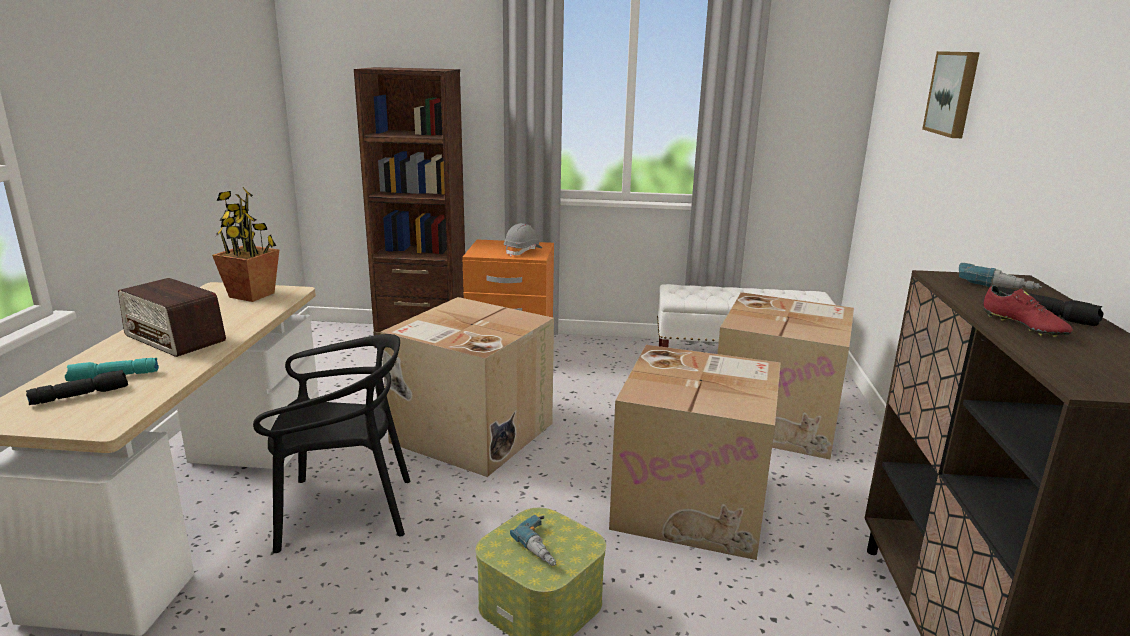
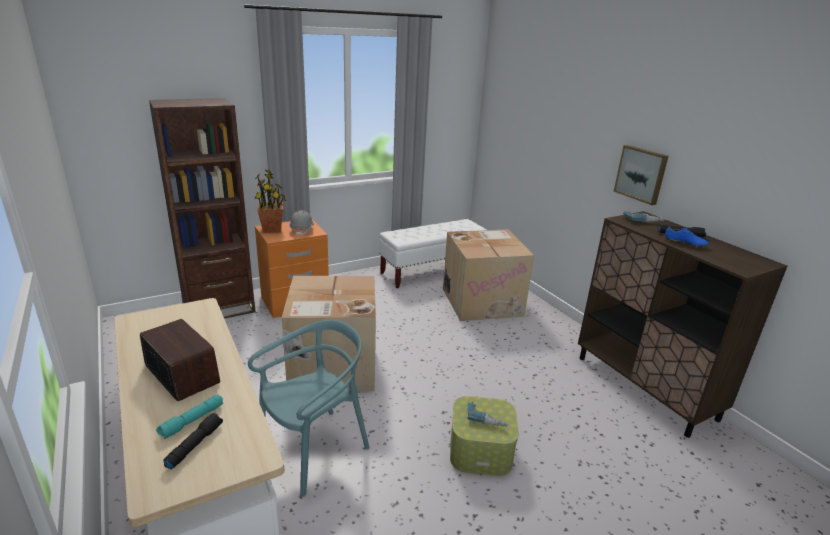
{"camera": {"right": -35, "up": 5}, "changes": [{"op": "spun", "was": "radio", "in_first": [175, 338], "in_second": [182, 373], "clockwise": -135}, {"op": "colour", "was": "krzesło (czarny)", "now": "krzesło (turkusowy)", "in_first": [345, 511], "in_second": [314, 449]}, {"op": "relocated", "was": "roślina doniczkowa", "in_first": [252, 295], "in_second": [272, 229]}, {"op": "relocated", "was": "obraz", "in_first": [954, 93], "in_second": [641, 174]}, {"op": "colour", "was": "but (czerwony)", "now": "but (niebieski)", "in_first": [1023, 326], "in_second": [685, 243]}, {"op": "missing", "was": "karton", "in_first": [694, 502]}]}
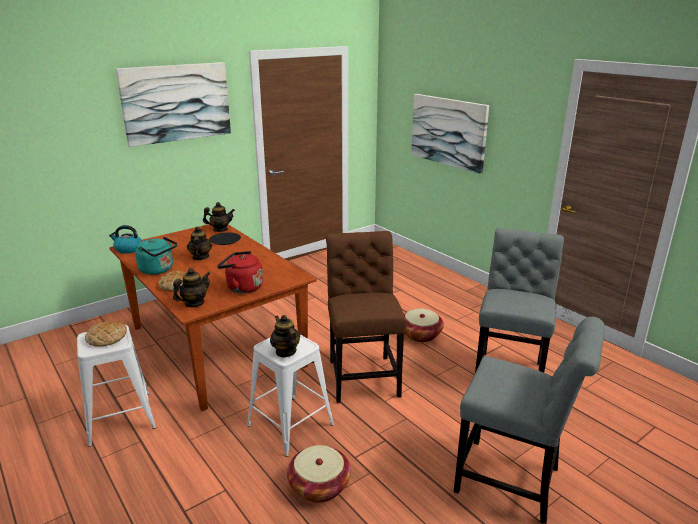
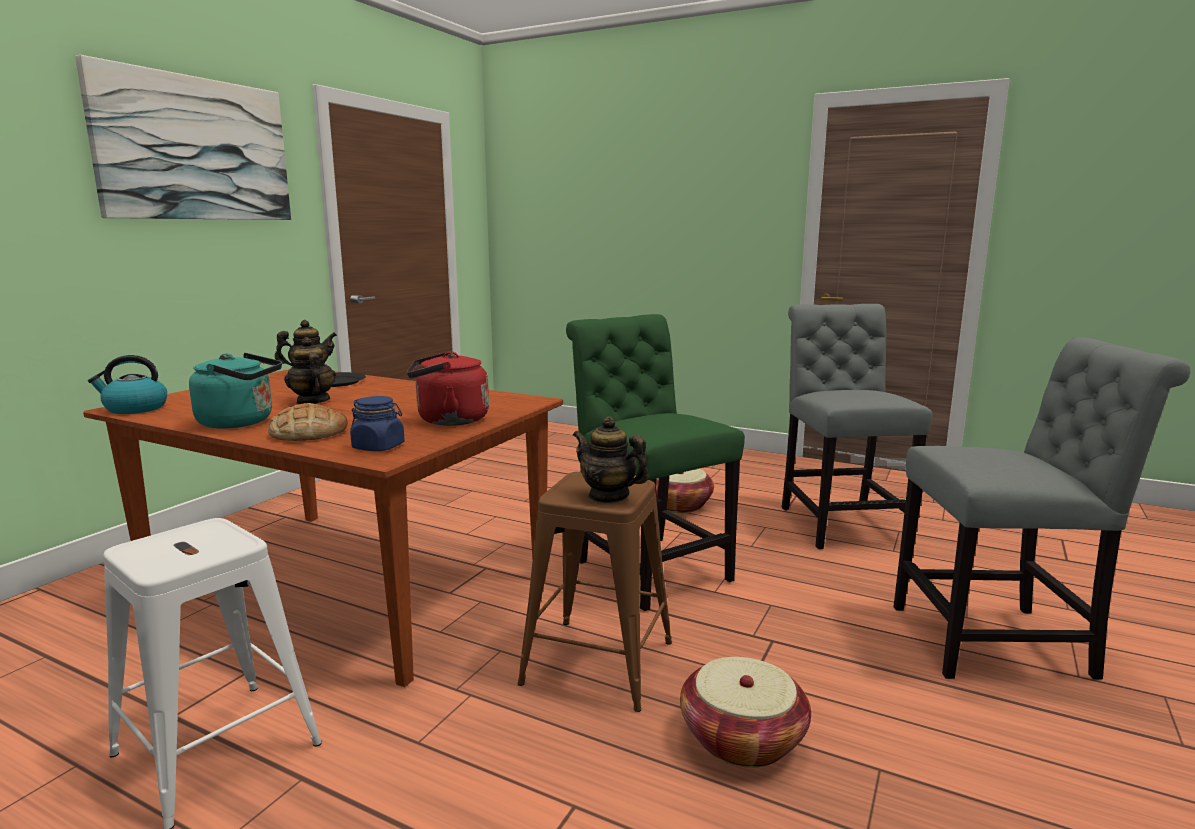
{"camera": {"right": -25, "up": -10}, "changes": [{"op": "exchanged", "was": "imbryk", "now": "słoik (niebieski)", "in_first": [194, 303], "in_second": [379, 447]}, {"op": "colour", "was": "stołek (biały)", "now": "stołek (brązowy)", "in_first": [290, 425], "in_second": [598, 662]}, {"op": "colour", "was": "krzesło (brązowy)", "now": "krzesło (zielony)", "in_first": [363, 376], "in_second": [648, 568]}, {"op": "missing", "was": "chleb", "in_first": [106, 337]}, {"op": "missing", "was": "obraz", "in_first": [448, 131]}]}
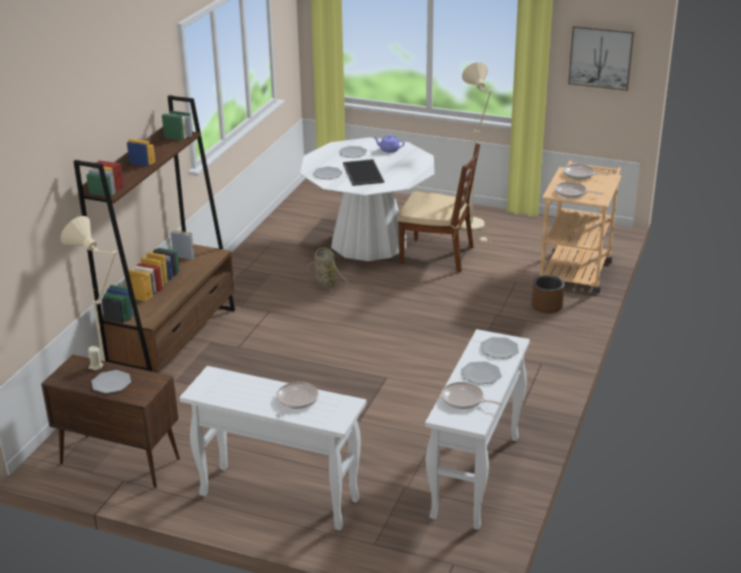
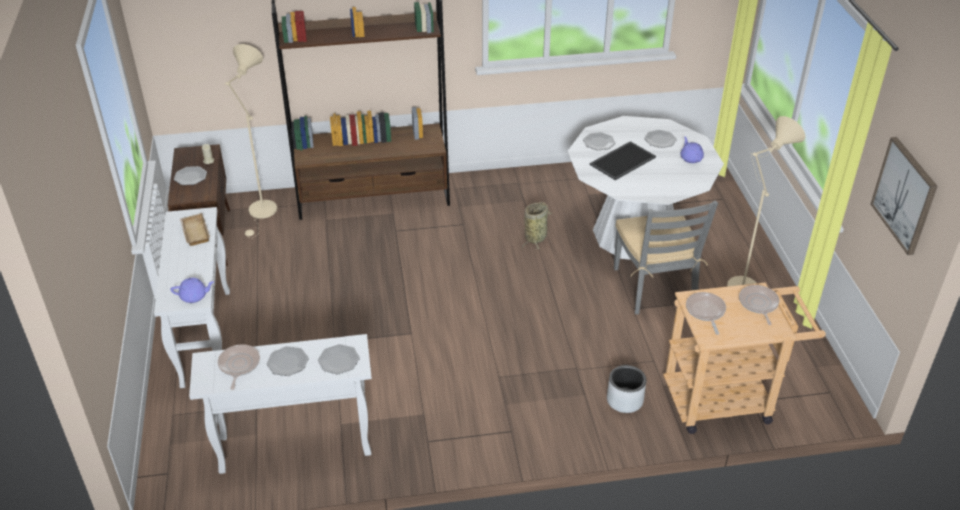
{"camera": {"right": 60, "up": 10}, "changes": [{"op": "appeared", "now": "imbryk (fioletowy)", "in_second": [194, 296]}, {"op": "appeared", "now": "taca (beżowy)", "in_second": [194, 232]}, {"op": "colour", "was": "donica (brązowy)", "now": "donica (szary)", "in_first": [547, 306], "in_second": [625, 400]}, {"op": "colour", "was": "krzesło (brązowy)", "now": "krzesło (szary)", "in_first": [438, 255], "in_second": [654, 287]}, {"op": "missing", "was": "patelnia", "in_first": [296, 400]}]}
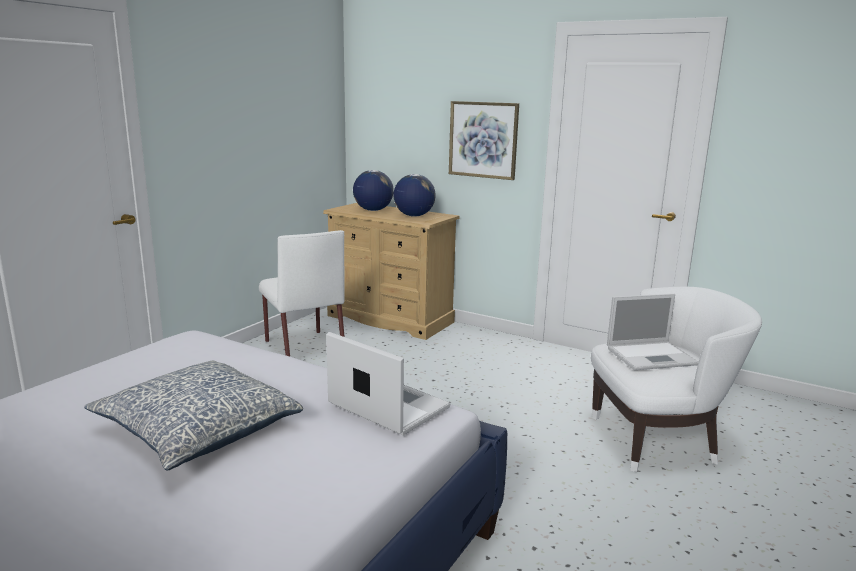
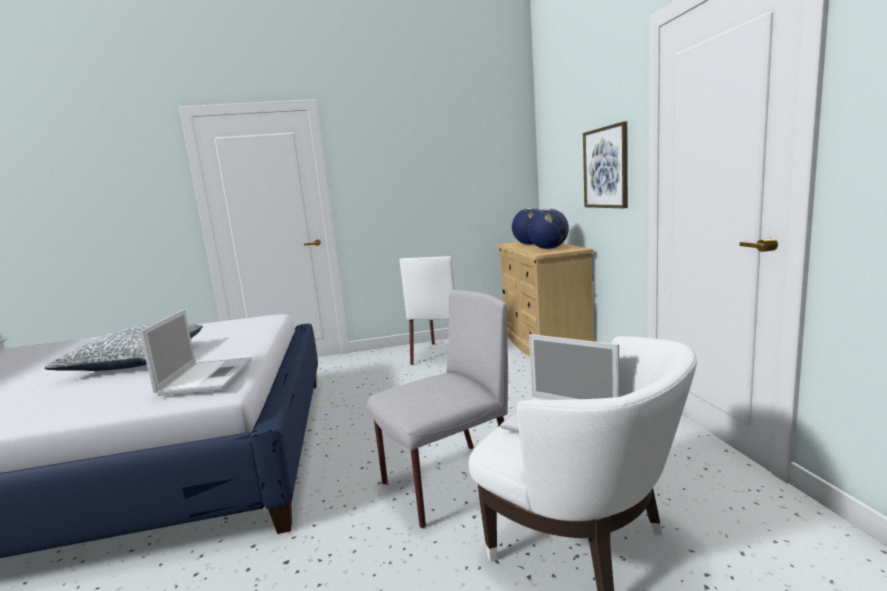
{"camera": {"right": 50, "up": -5}, "changes": [{"op": "appeared", "now": "krzesło (szary)", "in_second": [447, 484]}]}
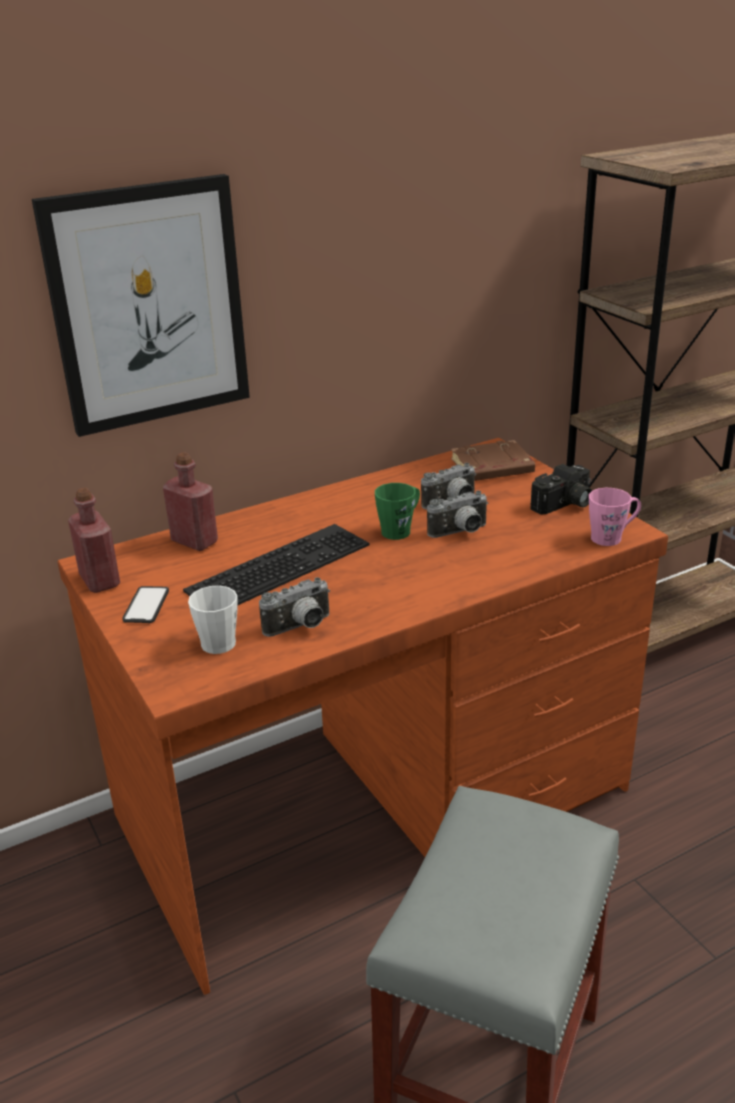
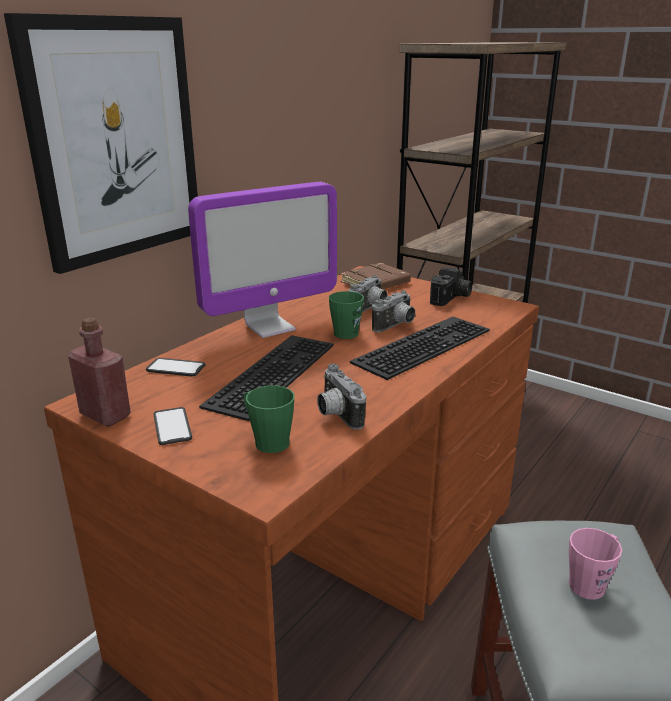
{"camera": {"right": -25, "up": -5}, "changes": [{"op": "exchanged", "was": "butelka (czerwony)", "now": "telefon", "in_first": [194, 541], "in_second": [176, 368]}, {"op": "appeared", "now": "monitor", "in_second": [269, 327]}, {"op": "colour", "was": "kubek (biały)", "now": "kubek (zielony)", "in_first": [216, 639], "in_second": [267, 440]}, {"op": "spun", "was": "aparat fotograficzny", "in_first": [300, 627], "in_second": [336, 415], "clockwise": 120}, {"op": "appeared", "now": "klawiatura", "in_second": [421, 344]}, {"op": "relocated", "was": "kubek (różowy)", "in_first": [612, 537], "in_second": [591, 583]}]}
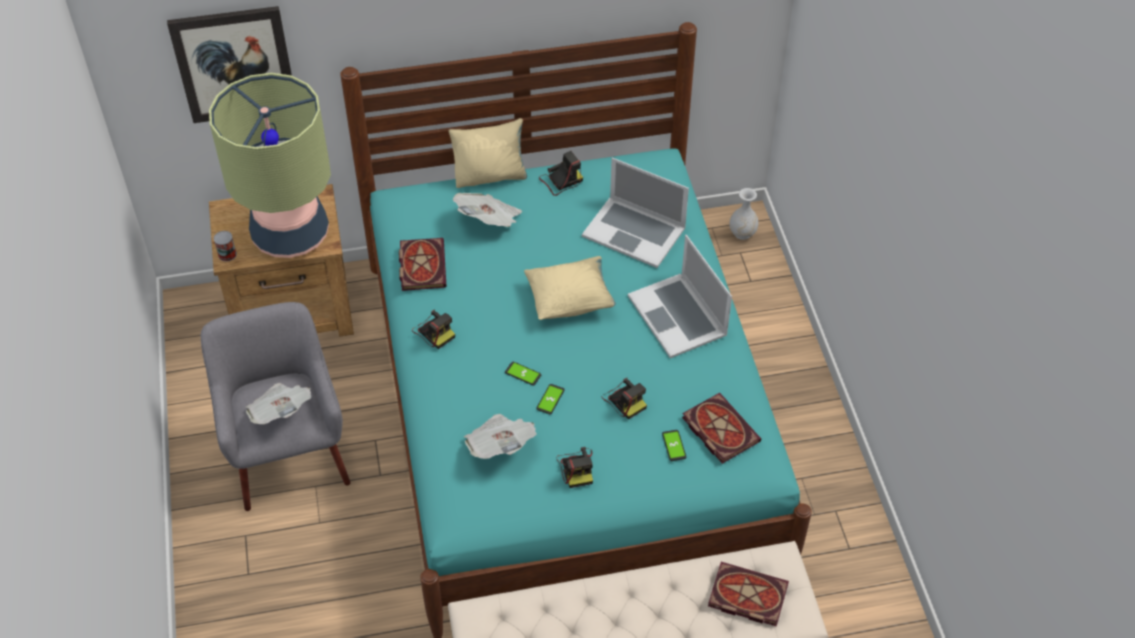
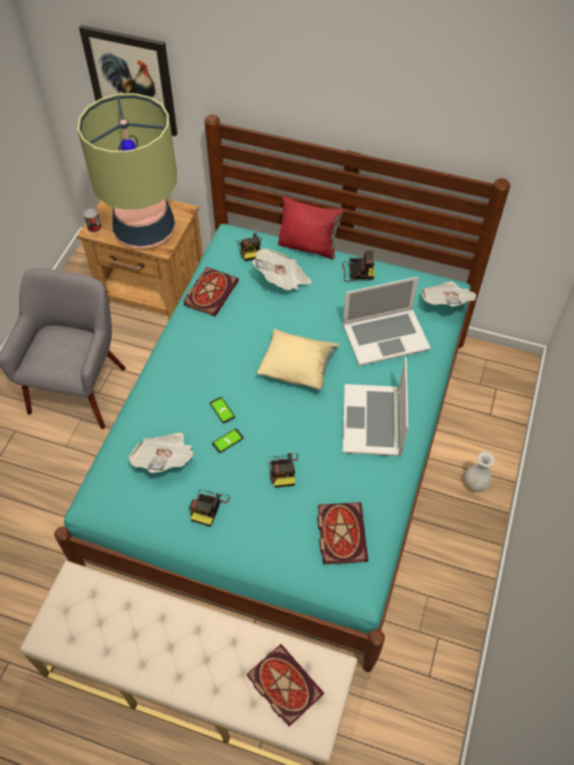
{"camera": {"right": 30, "up": 5}, "changes": [{"op": "relocated", "was": "aparat fotograficzny", "in_first": [434, 331], "in_second": [250, 249]}, {"op": "colour", "was": "poduszka (beżowy)", "now": "poduszka (czerwony)", "in_first": [490, 176], "in_second": [309, 246]}, {"op": "spun", "was": "laptop", "in_first": [634, 231], "in_second": [385, 336], "clockwise": -75}, {"op": "relocated", "was": "gazeta", "in_first": [281, 412], "in_second": [445, 303]}, {"op": "relocated", "was": "wazon (biały)", "in_first": [743, 233], "in_second": [476, 484]}, {"op": "missing", "was": "telefon", "in_first": [674, 445]}]}
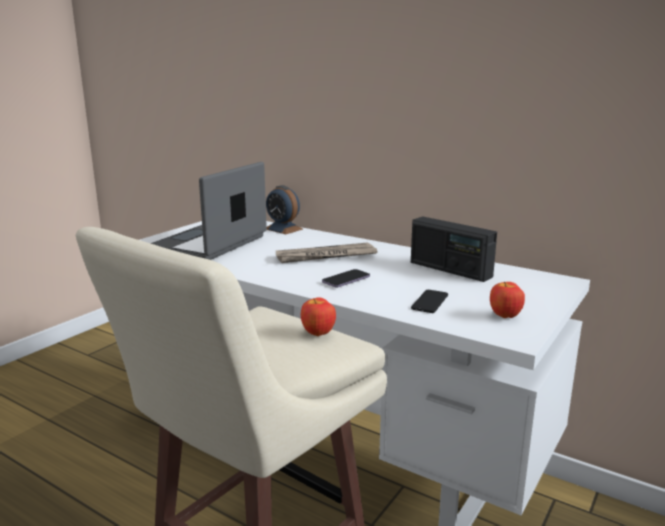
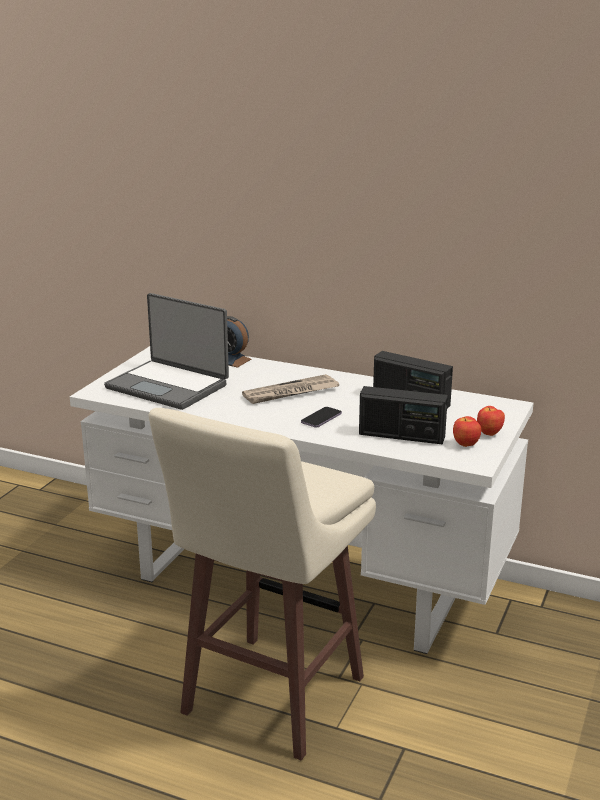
{"camera": {"right": -10, "up": 5}, "changes": [{"op": "spun", "was": "laptop", "in_first": [210, 244], "in_second": [169, 386], "clockwise": -75}, {"op": "exchanged", "was": "telefon", "now": "radio", "in_first": [430, 302], "in_second": [401, 436]}, {"op": "relocated", "was": "jabłko", "in_first": [318, 334], "in_second": [489, 434]}]}
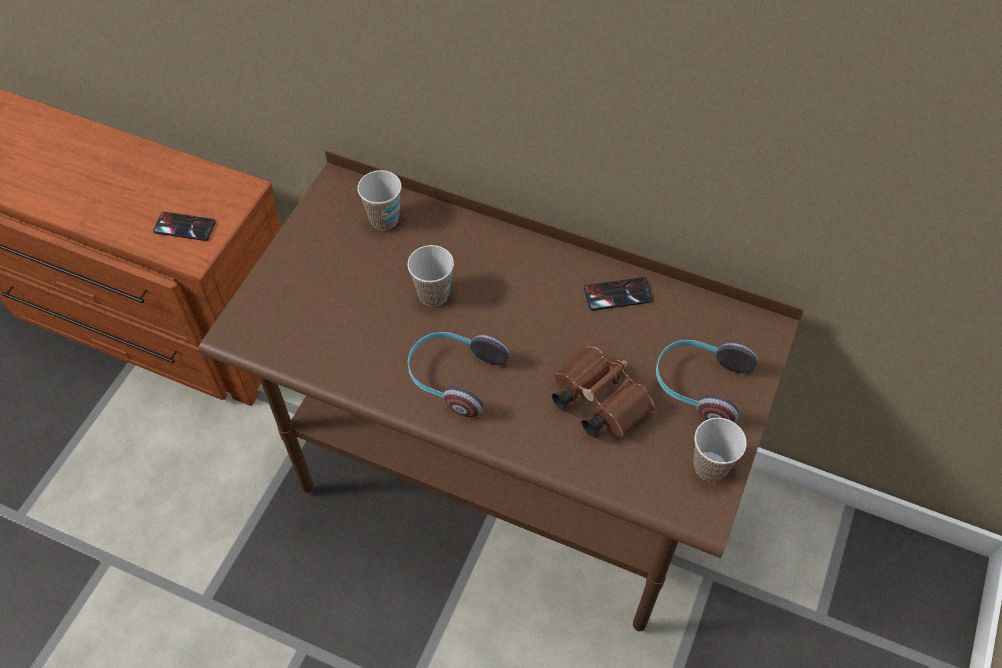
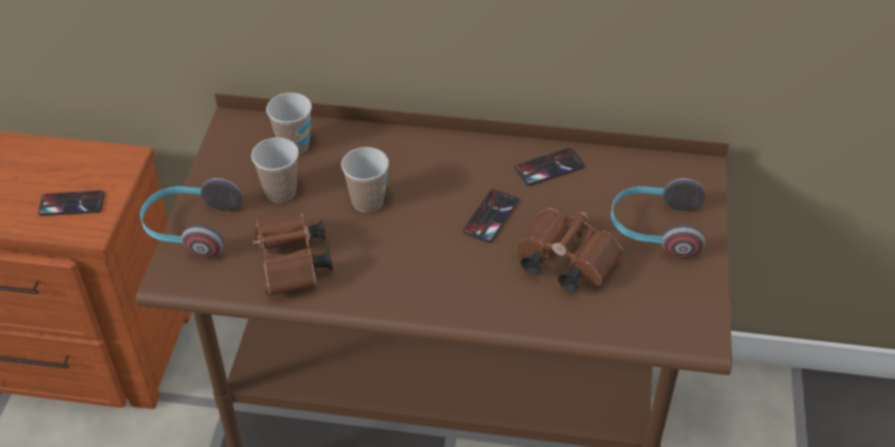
{"camera": {"right": -15, "up": -10}, "changes": [{"op": "relocated", "was": "słuchawki", "in_first": [454, 377], "in_second": [190, 229]}, {"op": "relocated", "was": "filiżanka", "in_first": [710, 466], "in_second": [280, 192]}, {"op": "appeared", "now": "lornetka (brązowy)", "in_second": [292, 265]}, {"op": "appeared", "now": "telefon", "in_second": [490, 216]}]}
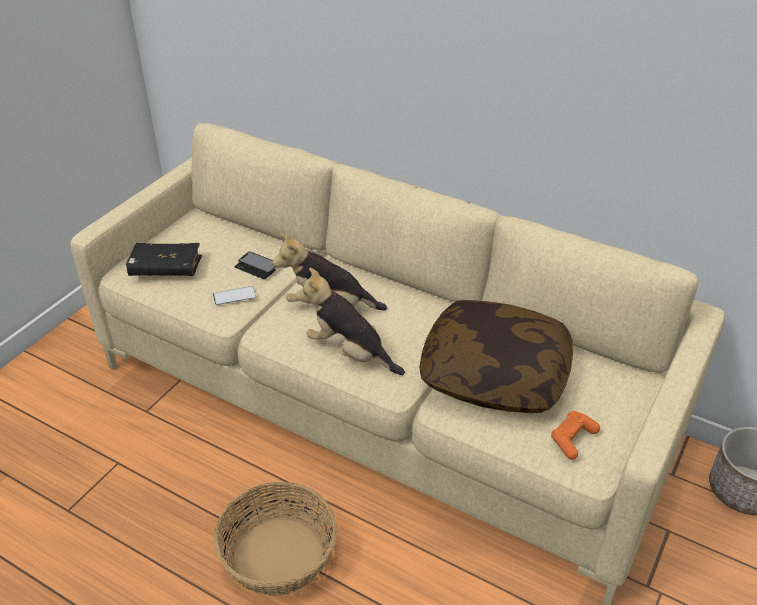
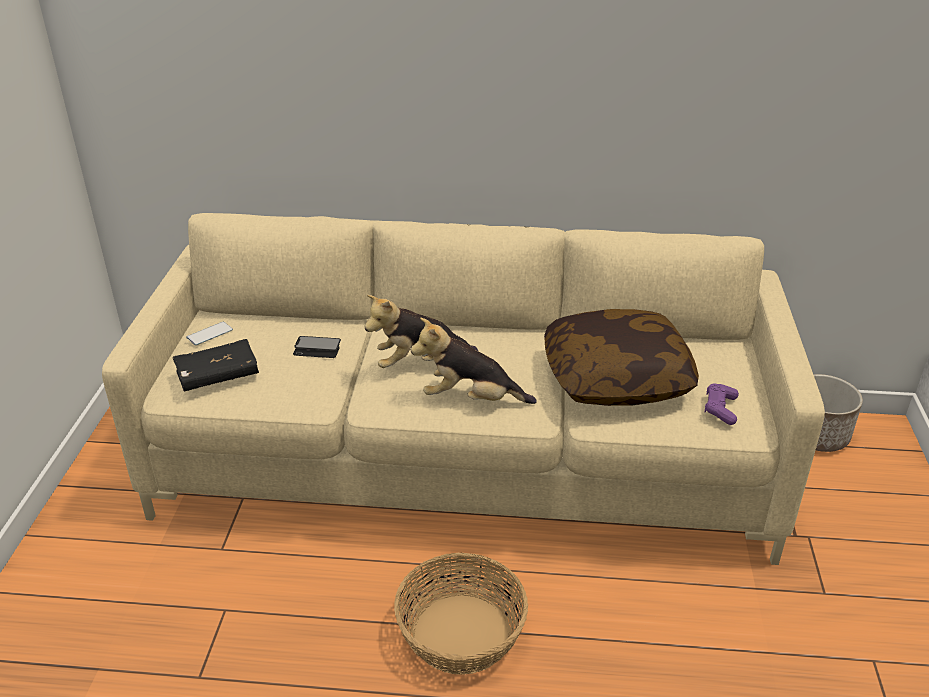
{"camera": {"right": -25, "up": -5}, "changes": [{"op": "relocated", "was": "telefon", "in_first": [234, 296], "in_second": [209, 334]}, {"op": "colour", "was": "pad do gier (pomarańczowy)", "now": "pad do gier (fioletowy)", "in_first": [572, 439], "in_second": [720, 409]}]}
